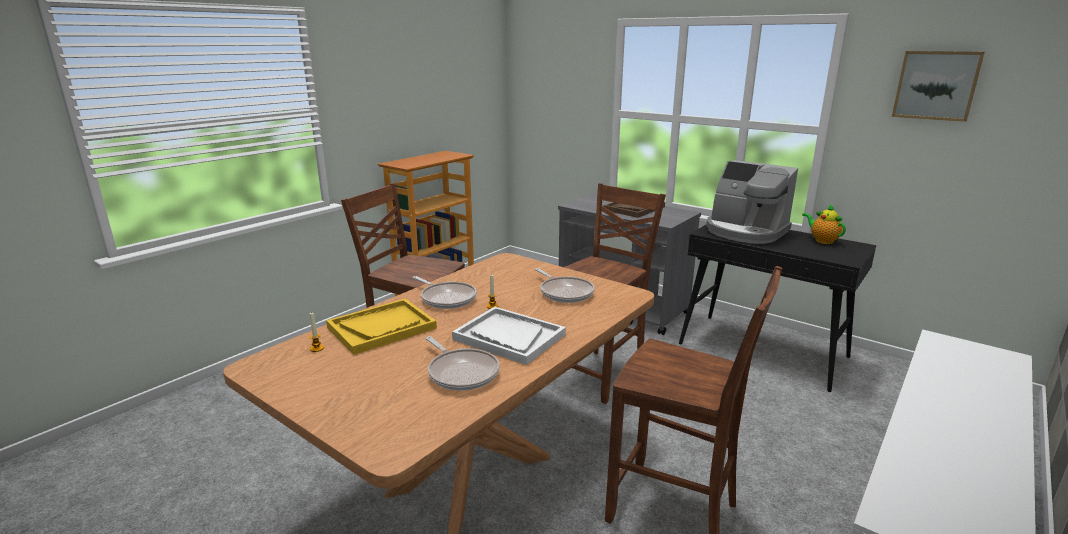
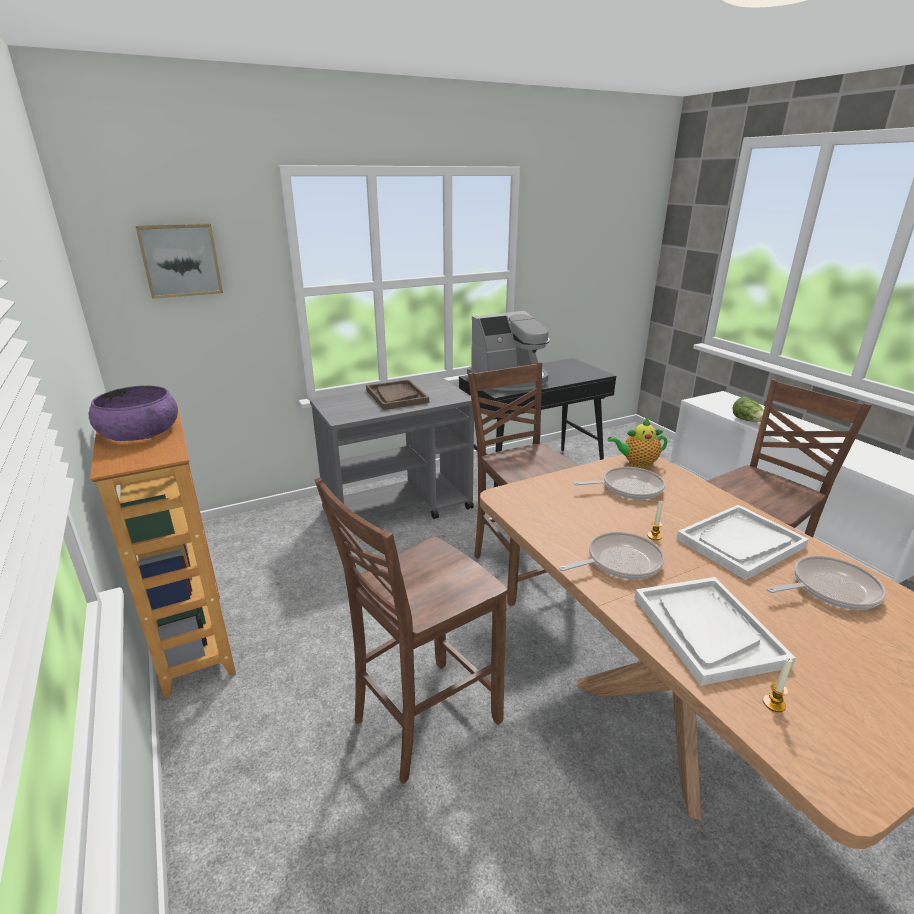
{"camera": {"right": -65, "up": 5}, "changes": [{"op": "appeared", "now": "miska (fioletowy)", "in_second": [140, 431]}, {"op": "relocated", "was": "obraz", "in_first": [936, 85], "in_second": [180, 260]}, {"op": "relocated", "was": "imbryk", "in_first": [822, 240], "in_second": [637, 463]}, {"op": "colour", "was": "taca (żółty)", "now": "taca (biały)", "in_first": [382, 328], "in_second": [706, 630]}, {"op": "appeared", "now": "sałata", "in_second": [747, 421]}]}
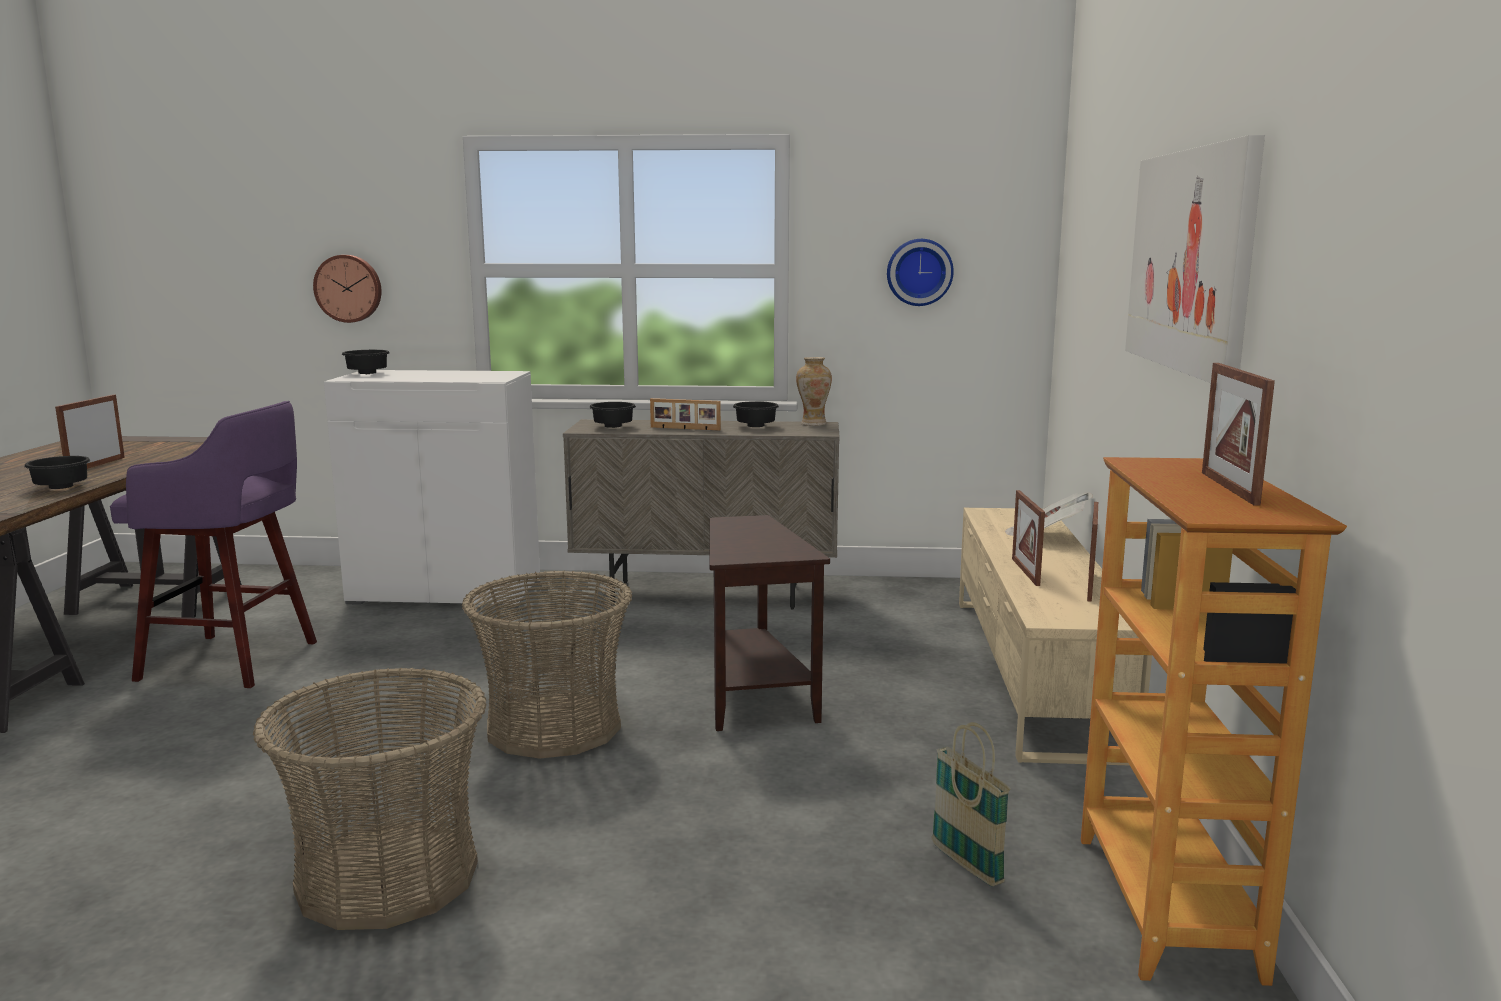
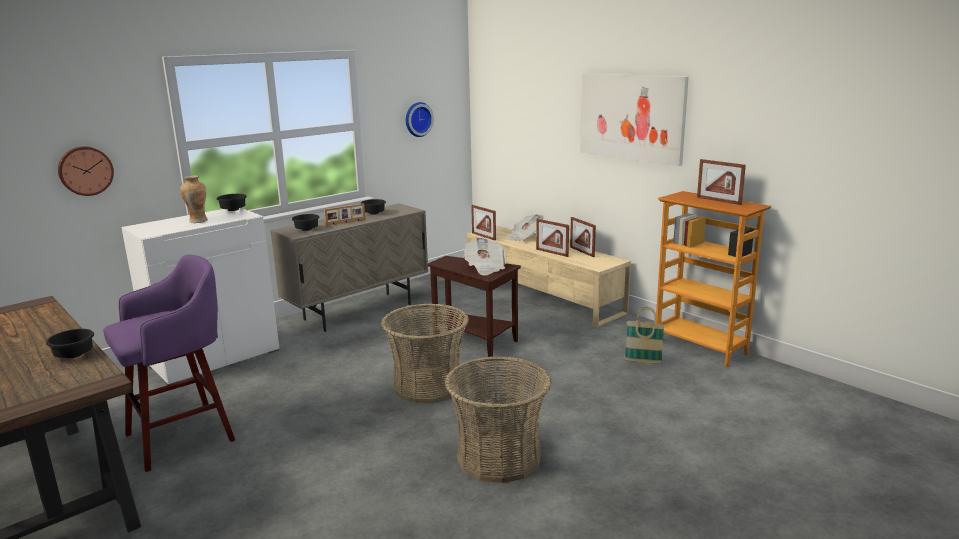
{"camera": {"right": -45, "up": 5}, "changes": [{"op": "relocated", "was": "wazon", "in_first": [813, 424], "in_second": [198, 221]}, {"op": "relocated", "was": "miska (czarny)", "in_first": [365, 374], "in_second": [232, 210]}, {"op": "appeared", "now": "gazeta", "in_second": [485, 268]}, {"op": "relocated", "was": "ramka na zdjęcie", "in_first": [96, 465], "in_second": [483, 236]}]}
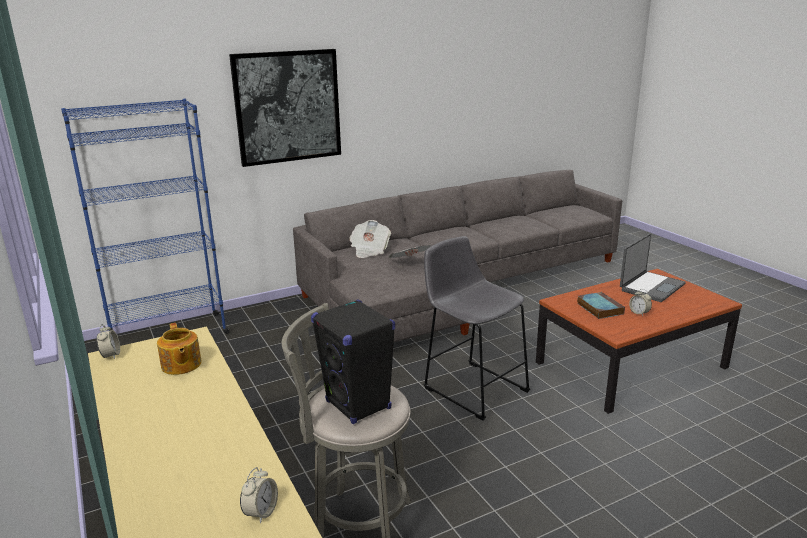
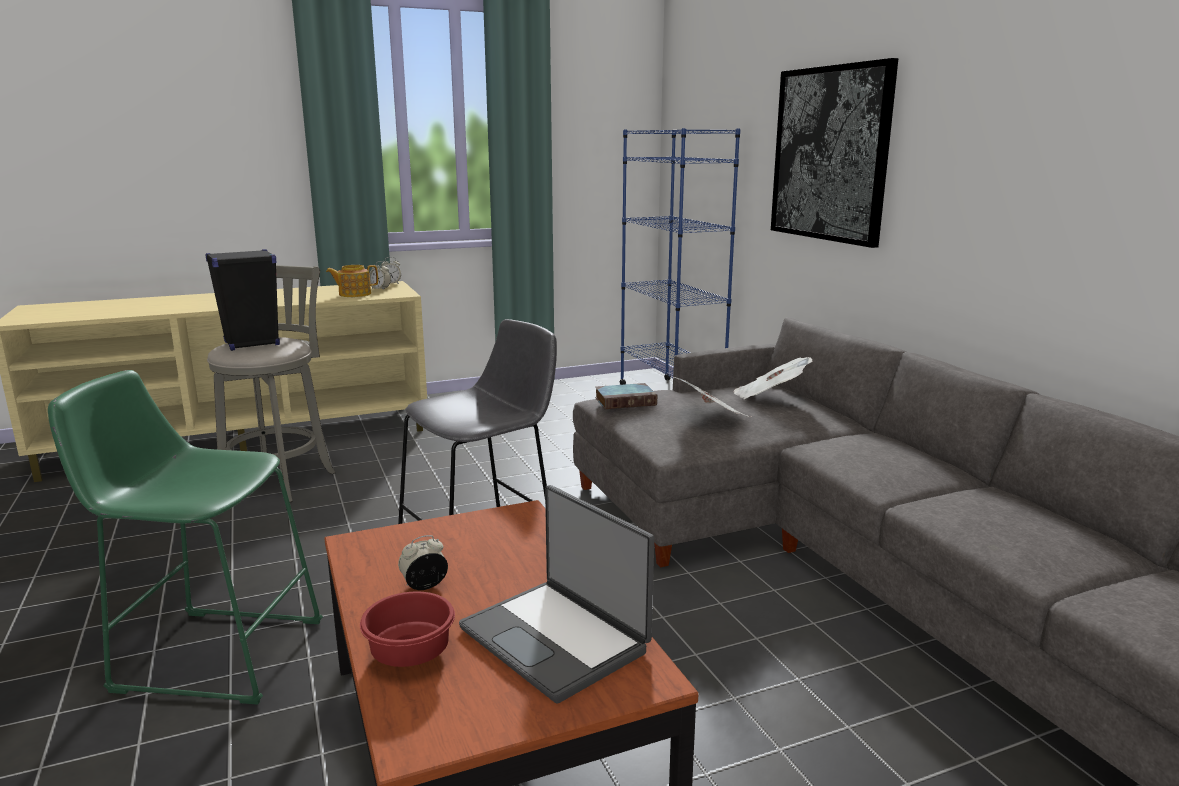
{"camera": {"right": 95, "up": -5}, "changes": [{"op": "appeared", "now": "stołek (zielony)", "in_second": [211, 653]}, {"op": "appeared", "now": "miska (czerwony)", "in_second": [412, 652]}, {"op": "relocated", "was": "budzik", "in_first": [261, 512], "in_second": [380, 289]}, {"op": "relocated", "was": "książka", "in_first": [599, 308], "in_second": [626, 401]}]}
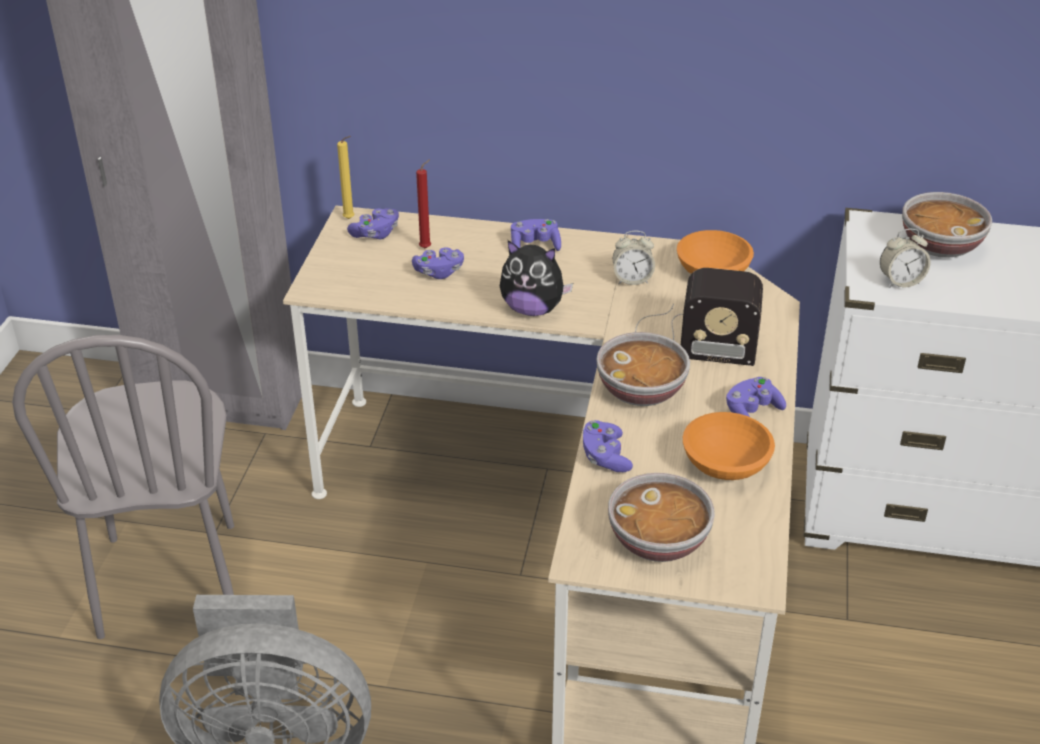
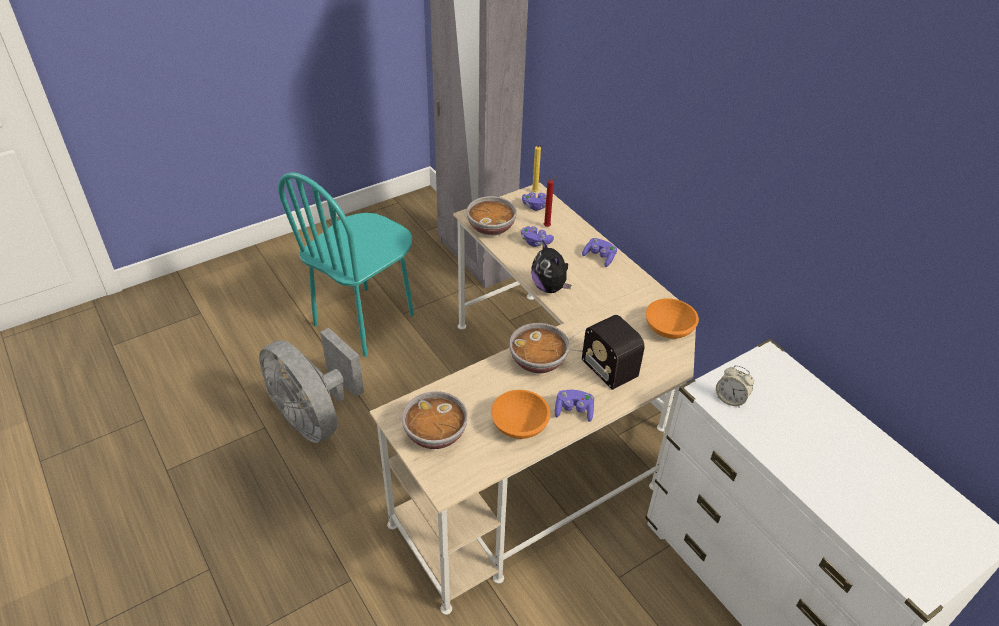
{"camera": {"right": 45, "up": 5}, "changes": [{"op": "colour", "was": "krzesło (szary)", "now": "krzesło (turkusowy)", "in_first": [170, 579], "in_second": [364, 320]}, {"op": "relocated", "was": "miska", "in_first": [939, 245], "in_second": [491, 227]}, {"op": "missing", "was": "pad do gier (fioletowy)", "in_first": [605, 457]}, {"op": "missing", "was": "budzik", "in_first": [632, 279]}]}
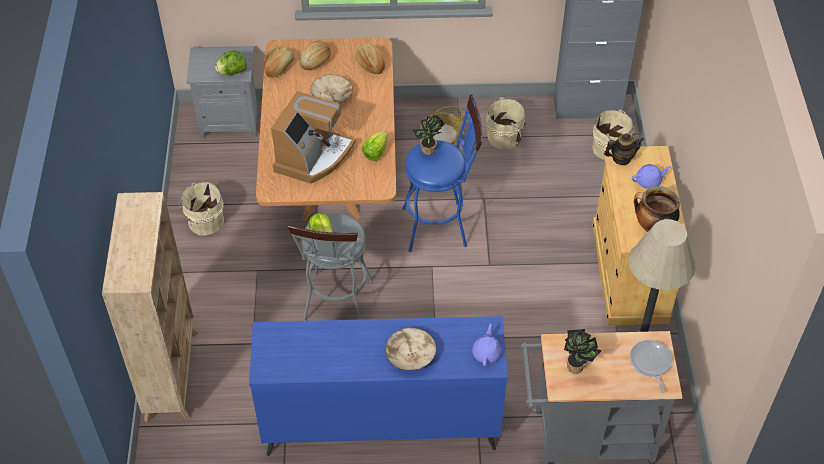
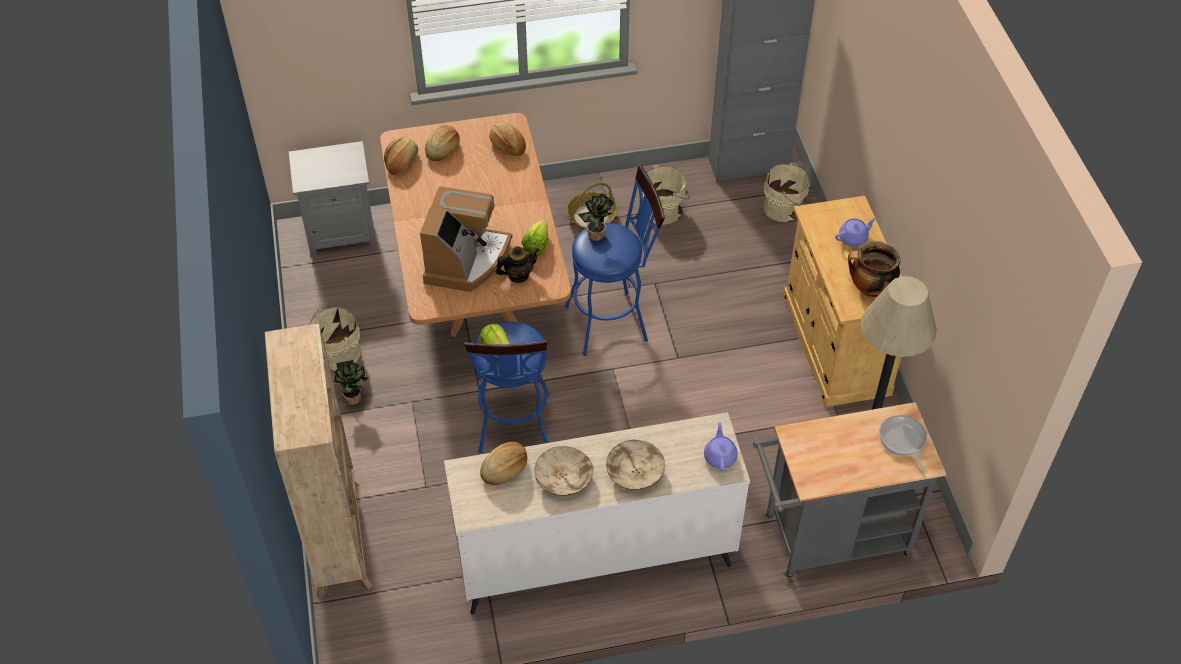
{"camera": {"right": -10, "up": 0}, "changes": [{"op": "relocated", "was": "roślina doniczkowa", "in_first": [577, 367], "in_second": [355, 399]}, {"op": "colour", "was": "komoda (niebieski)", "now": "komoda (beżowy)", "in_first": [380, 425], "in_second": [594, 558]}, {"op": "colour", "was": "stołek (szary)", "now": "stołek (niebieski)", "in_first": [337, 306], "in_second": [514, 429]}, {"op": "appeared", "now": "chleb", "in_second": [505, 469]}, {"op": "relocated", "was": "imbryk", "in_first": [621, 158], "in_second": [518, 275]}, {"op": "relocated", "was": "miska (beżowy)", "in_first": [332, 96], "in_second": [564, 478]}, {"op": "missing", "was": "sałata", "in_first": [232, 72]}]}
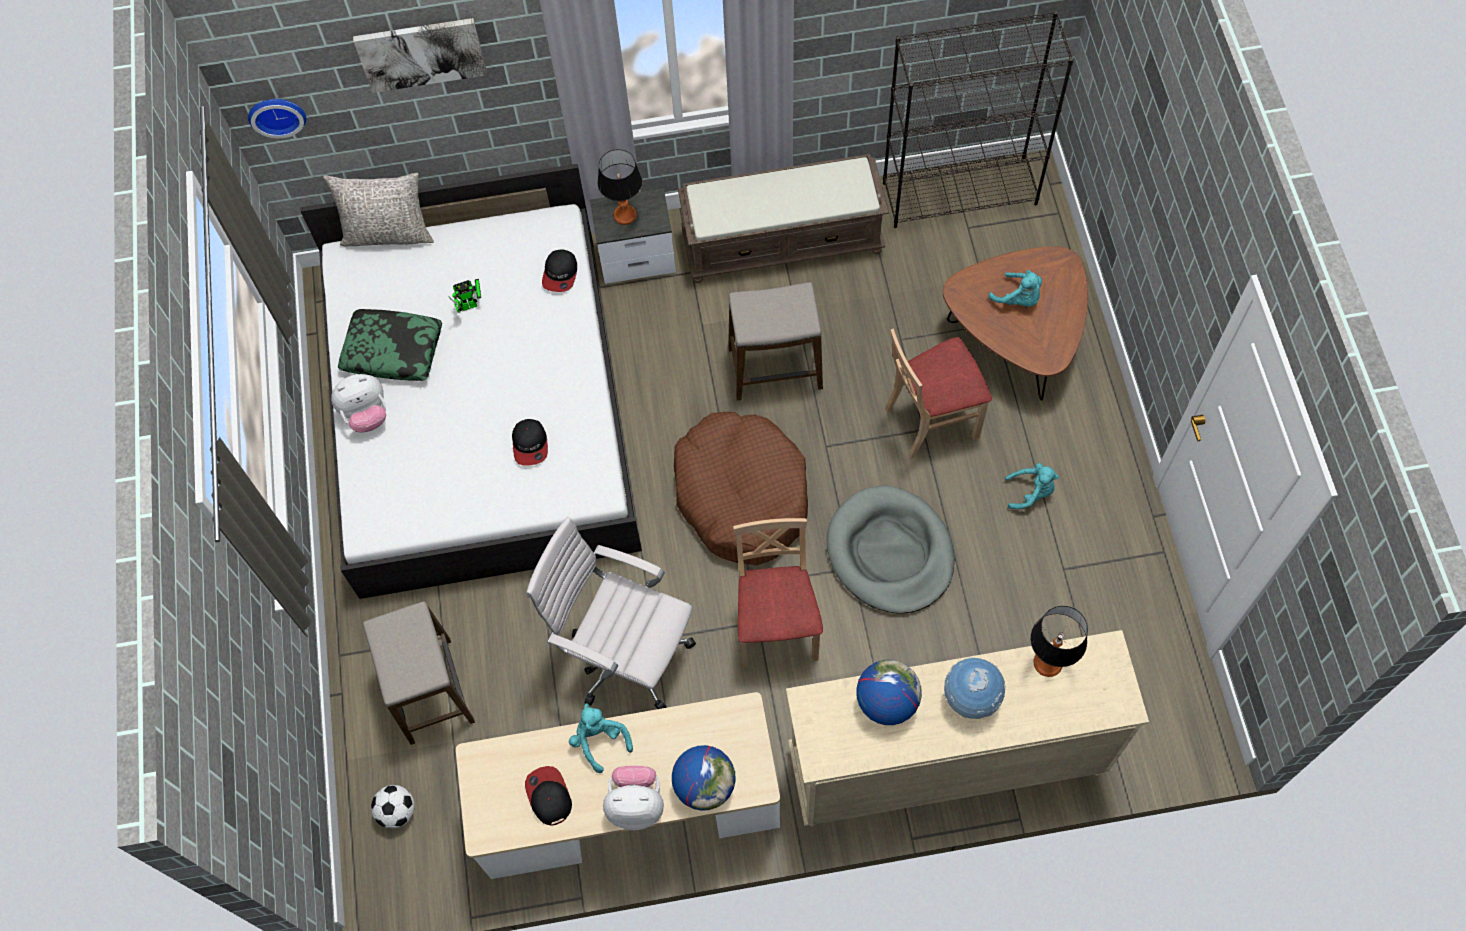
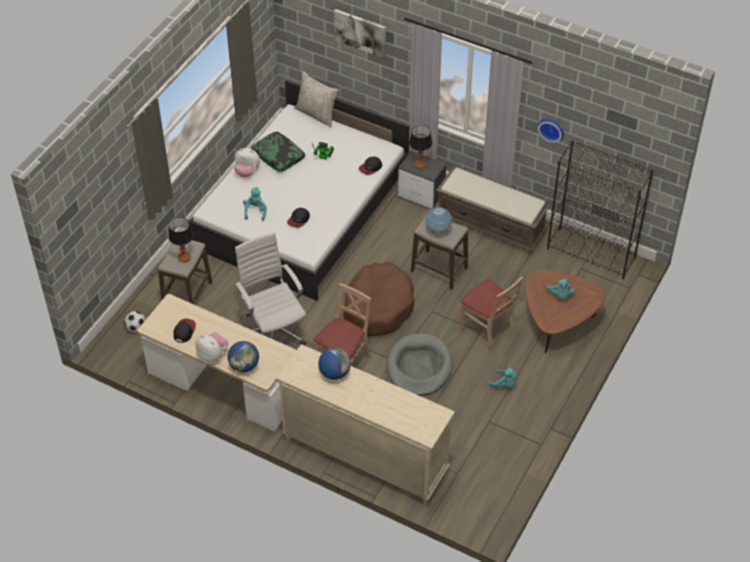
{"camera": {"right": 35, "up": -15}, "changes": [{"op": "relocated", "was": "lampa stołowa", "in_first": [1048, 663], "in_second": [184, 257]}, {"op": "relocated", "was": "pluszak (turkusowy)", "in_first": [599, 740], "in_second": [255, 211]}, {"op": "relocated", "was": "globus", "in_first": [971, 698], "in_second": [438, 230]}, {"op": "spun", "was": "krzesło (beżowy)", "in_first": [931, 420], "in_second": [487, 330], "clockwise": -150}, {"op": "relocated", "was": "zegar ścienny", "in_first": [277, 113], "in_second": [551, 129]}]}
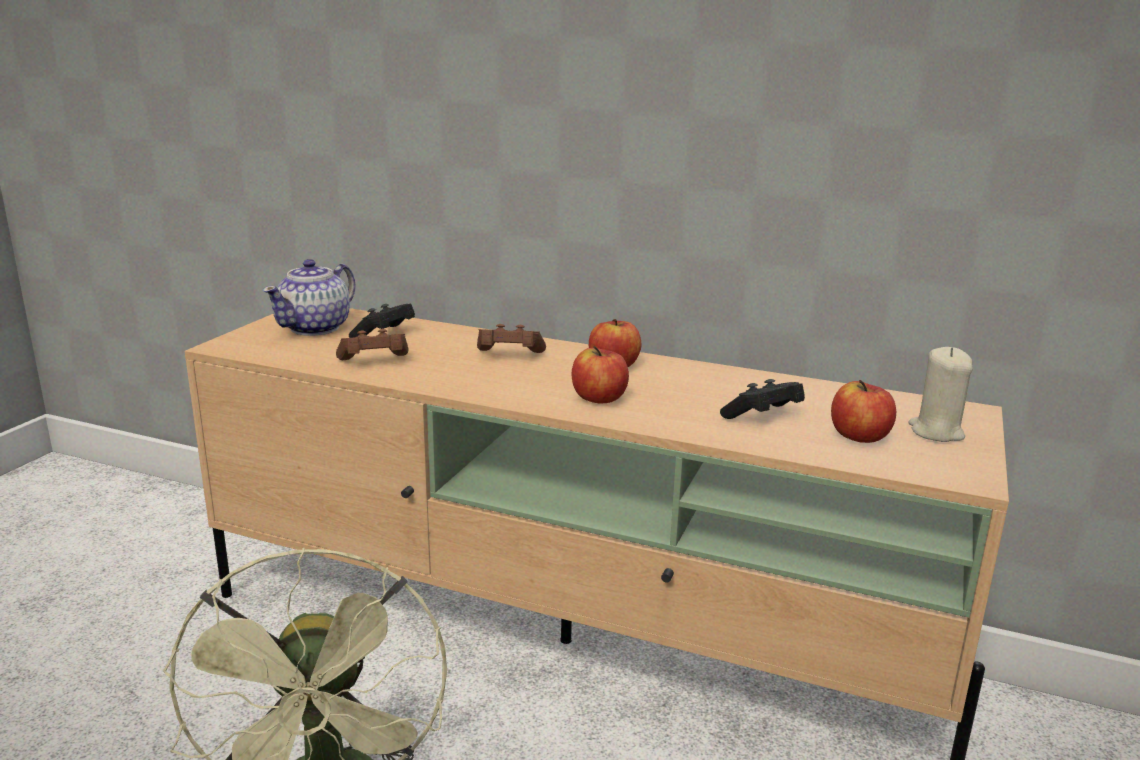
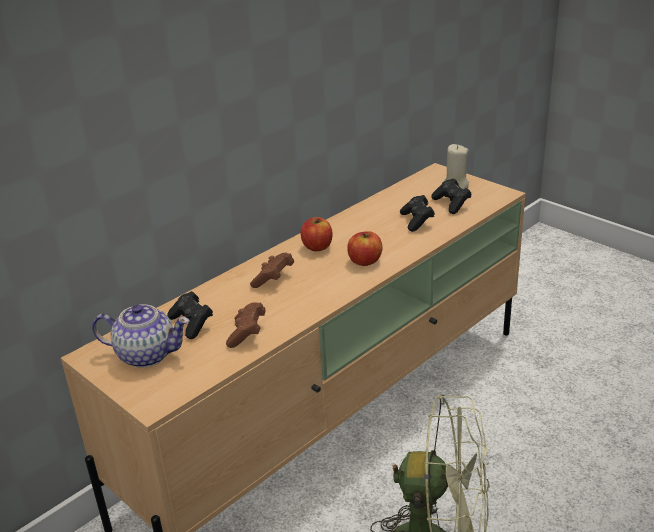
{"camera": {"right": -65, "up": 10}, "changes": [{"op": "spun", "was": "imbryk", "in_first": [316, 328], "in_second": [146, 354], "clockwise": -45}, {"op": "exchanged", "was": "jabłko", "now": "pad do gier (czarny)", "in_first": [859, 436], "in_second": [451, 204]}]}
